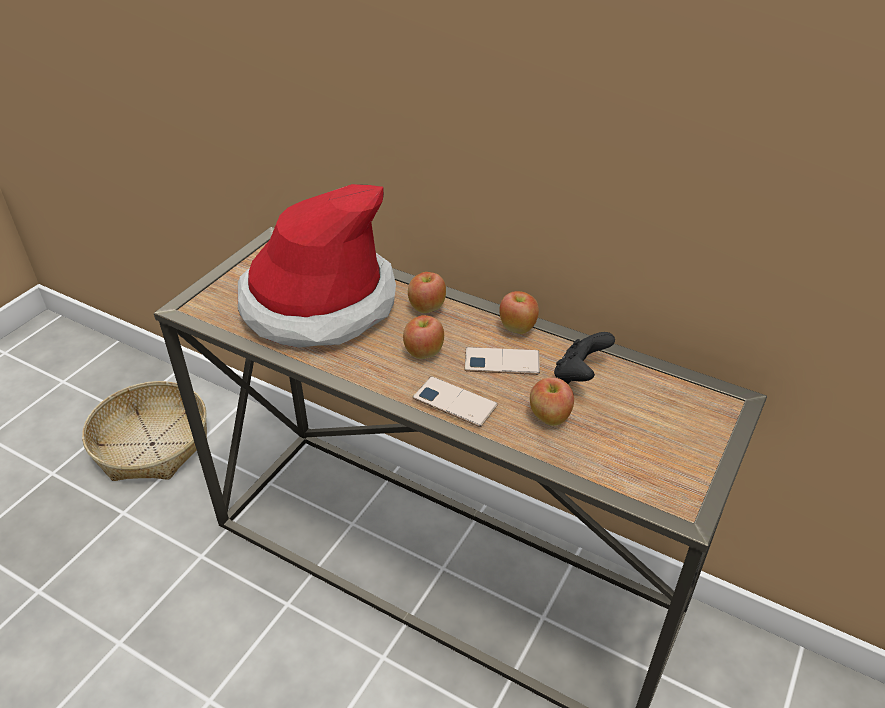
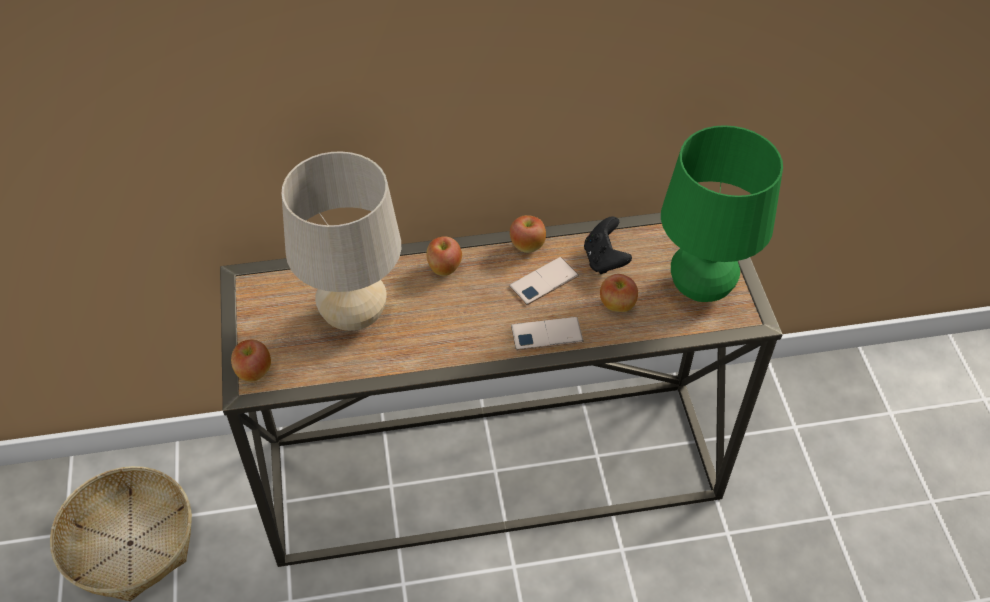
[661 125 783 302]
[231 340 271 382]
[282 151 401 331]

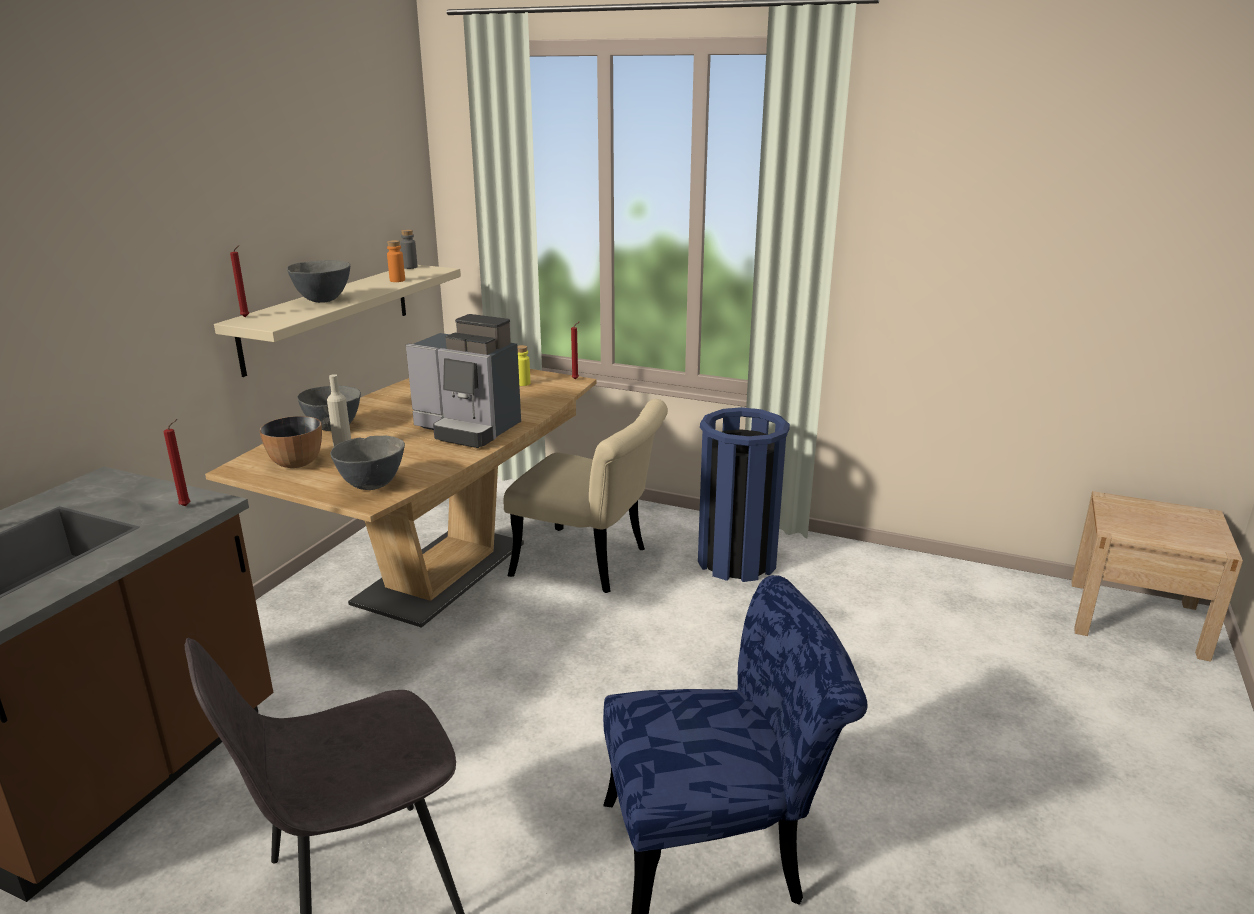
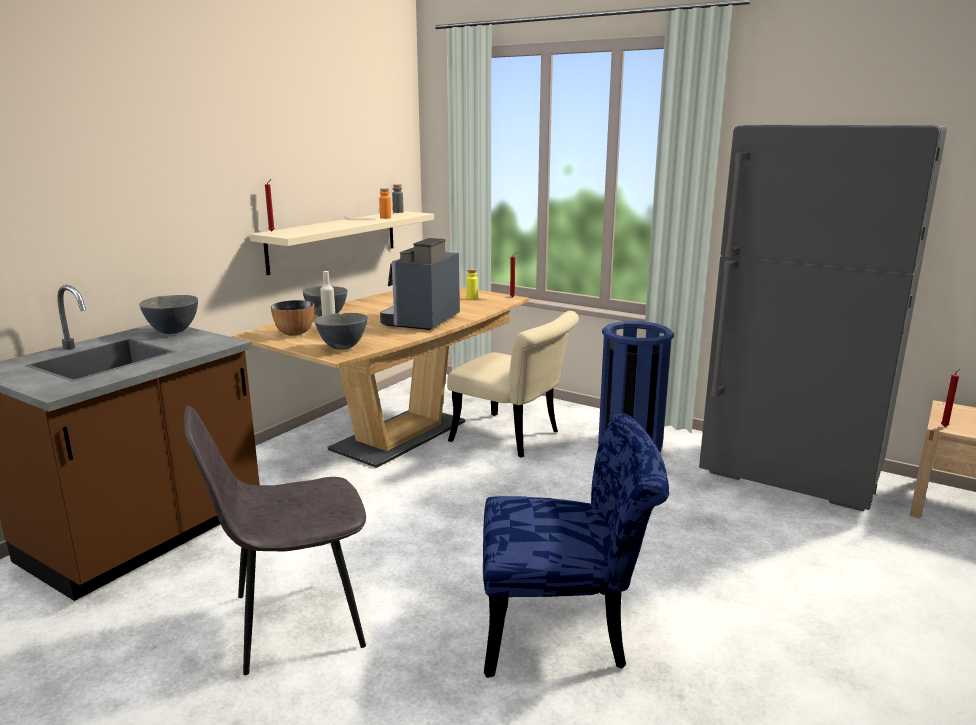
[699 124 947 511]
[941 368 961 427]
[139 295 198 334]
[380 238 460 330]

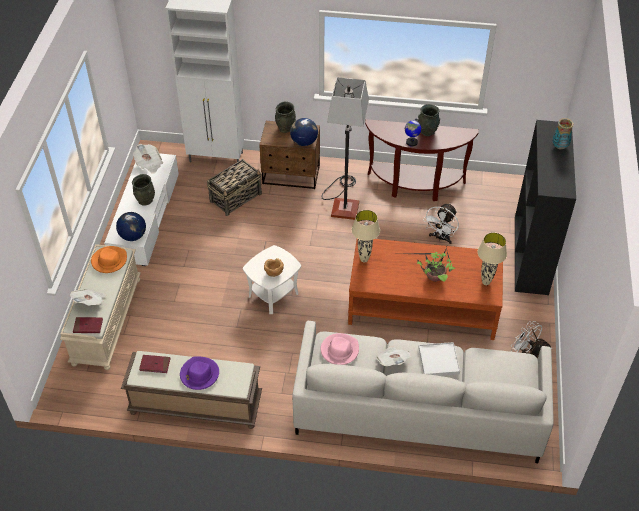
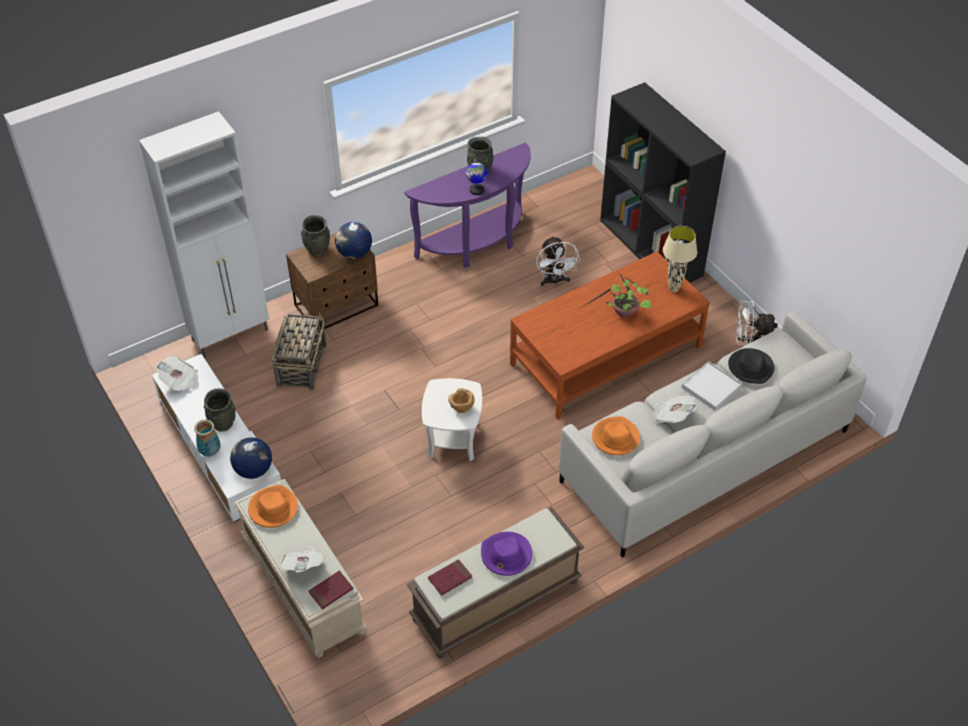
[322 77 369 220] (first image)
[352 210 380 263] (first image)
[728 348 775 384]
[194 419 221 457]
[592 416 640 455]
[404 142 531 268]

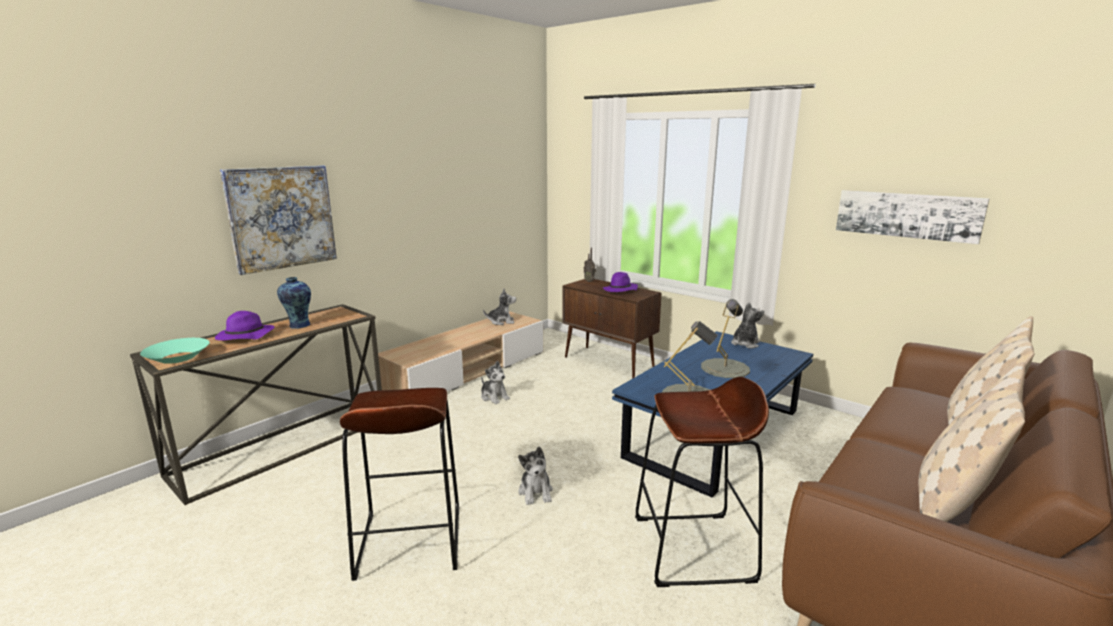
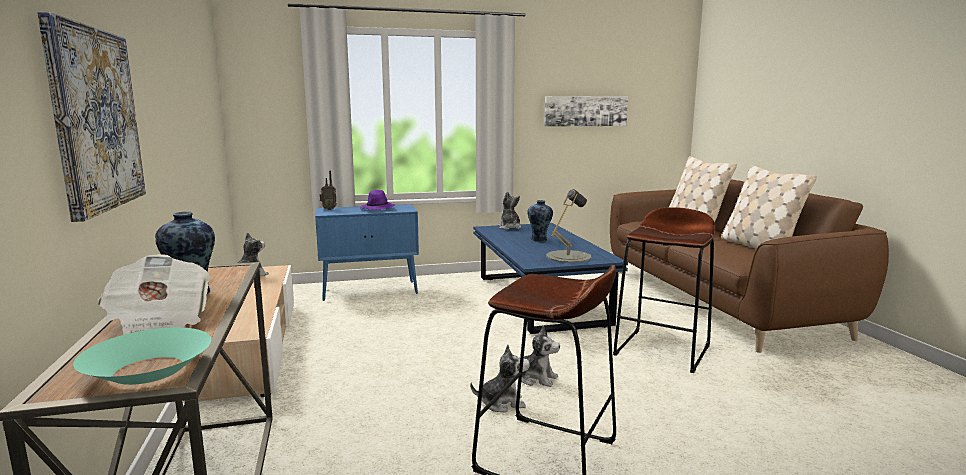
[470 345 530 413]
[98 254 210 335]
[527 200 553 242]
[315 204 419 301]

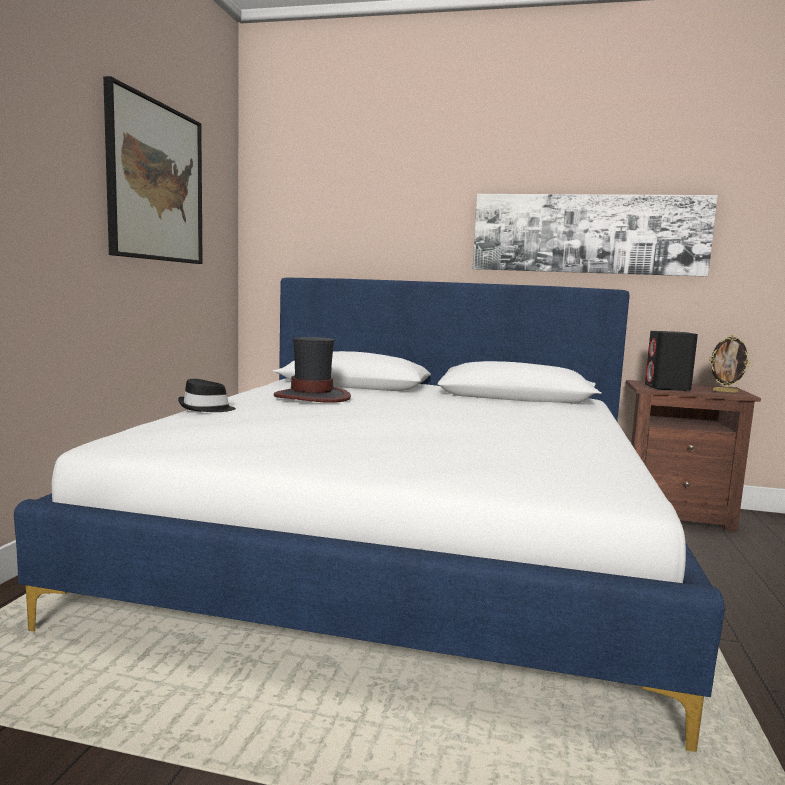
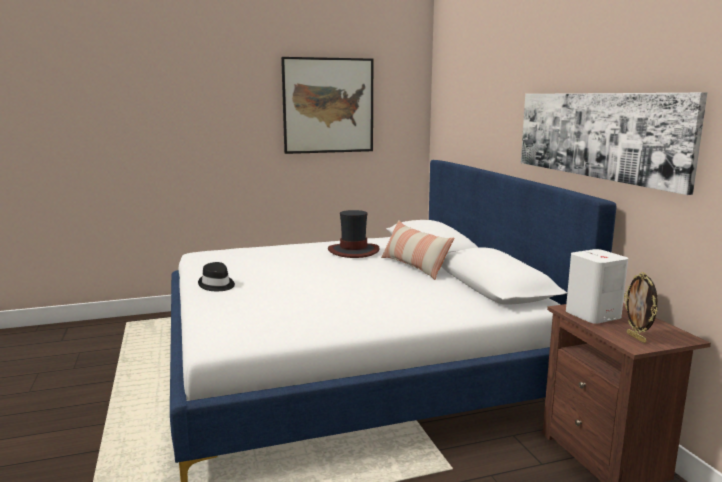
[381 220 454 280]
[198 262 235 291]
[566 249 628 324]

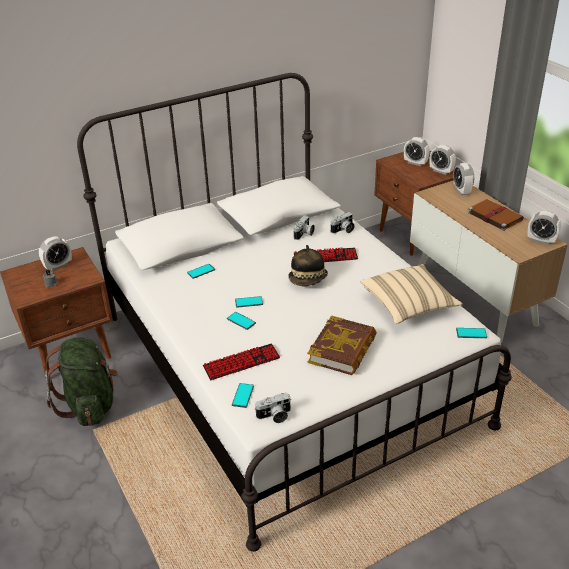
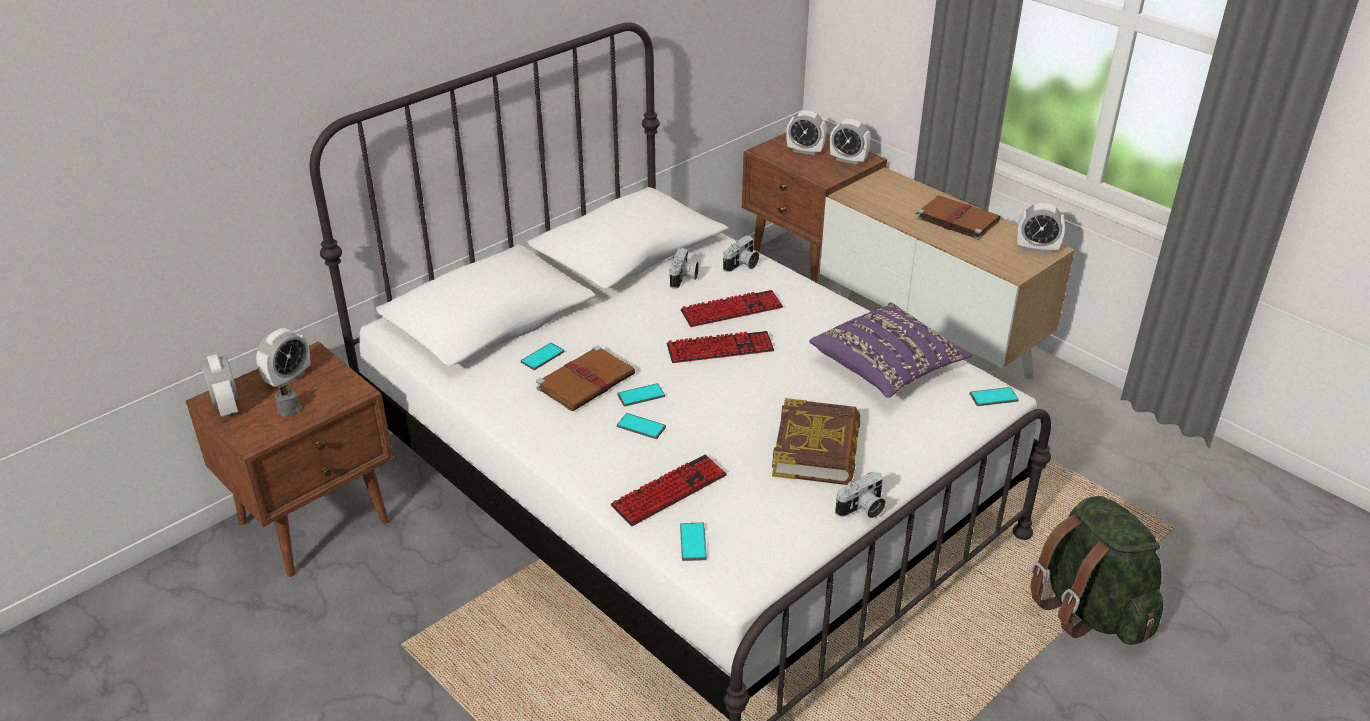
[536 346 635 411]
[1030 496 1163 645]
[835 471 886 518]
[201 354 238 417]
[666 331 774 363]
[809 303 972 398]

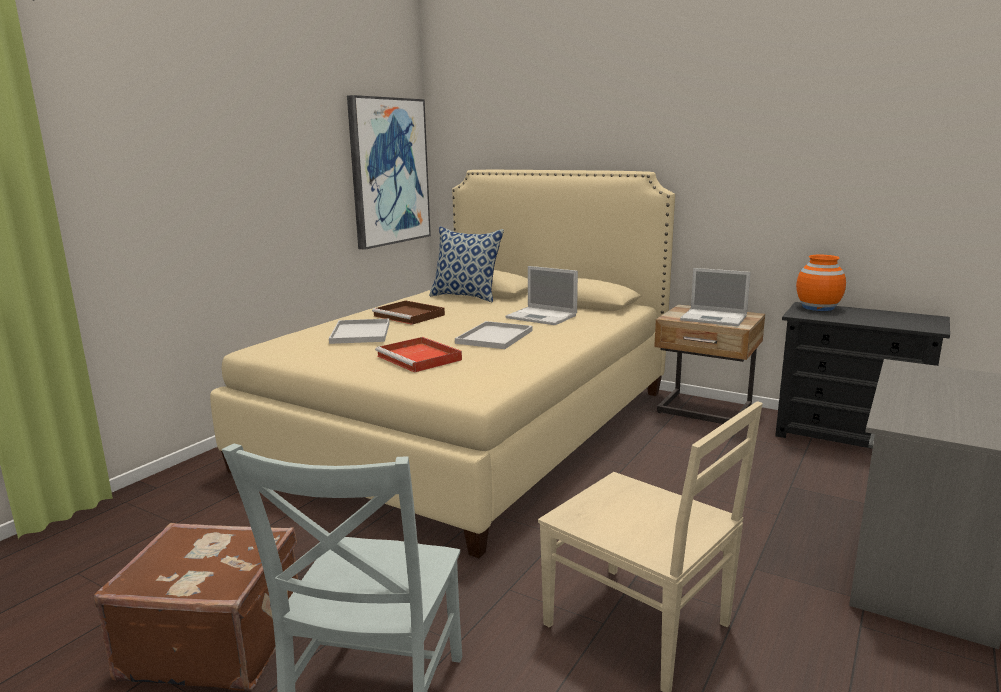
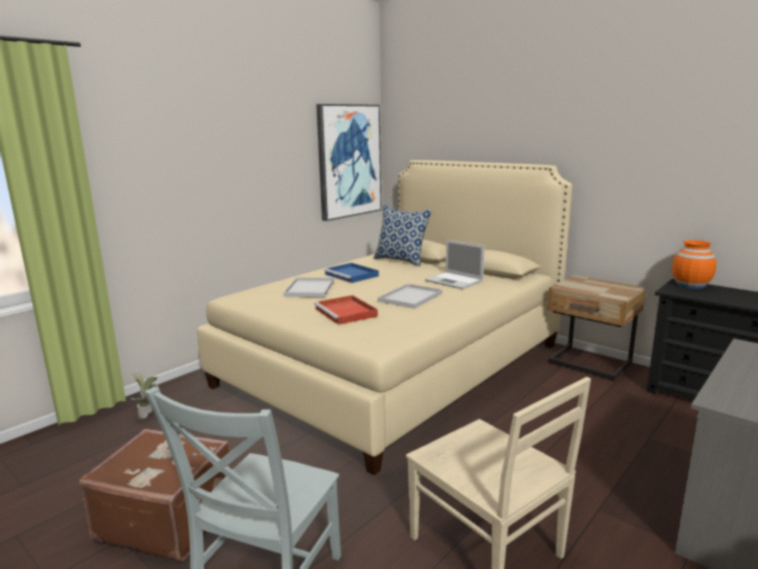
[680 268 751 326] (first image)
[129 373 159 419]
[324 263 379 283]

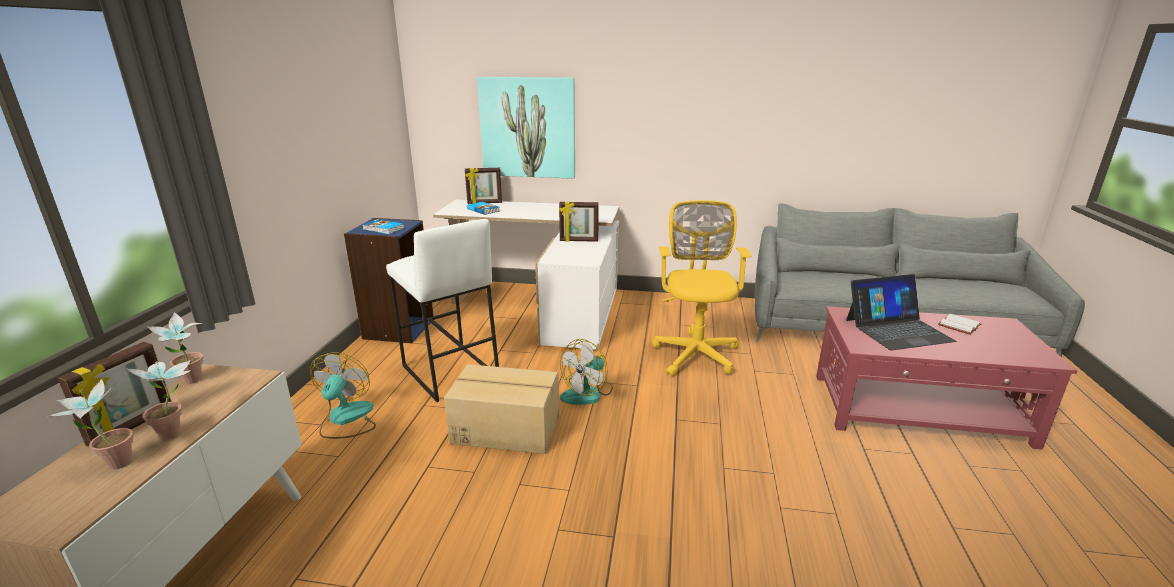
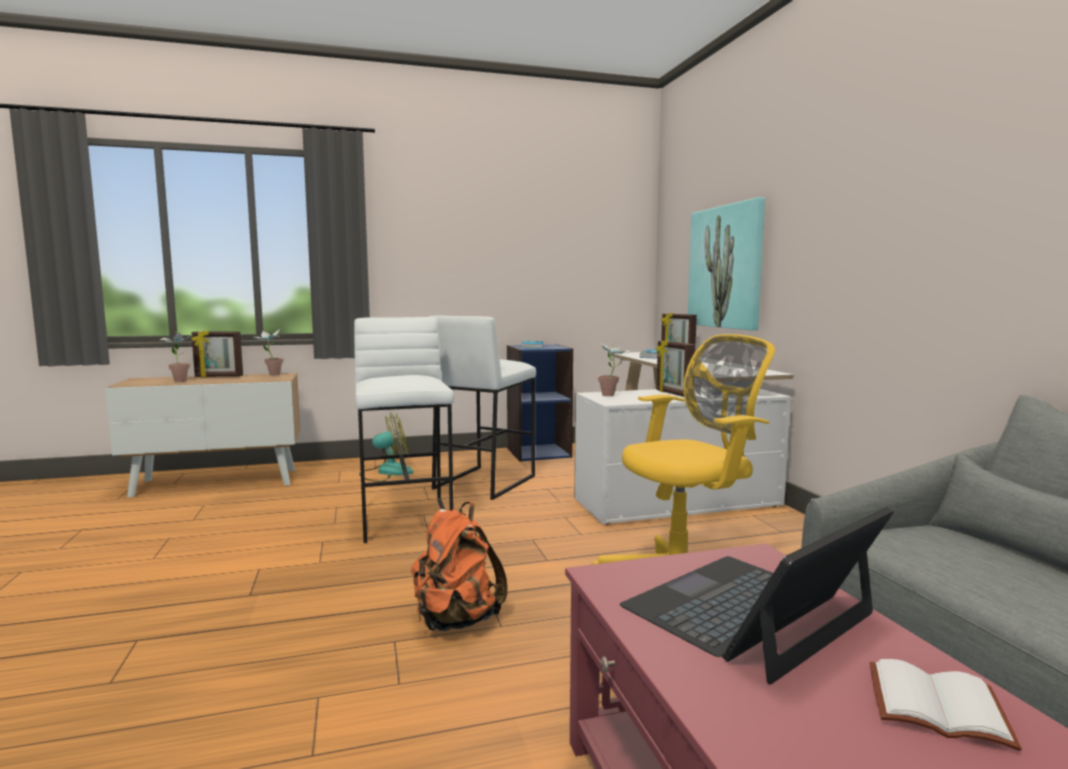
[560 339 613 405] (first image)
[411 502 507 631]
[598 341 632 396]
[354 317 454 543]
[620 507 894 685]

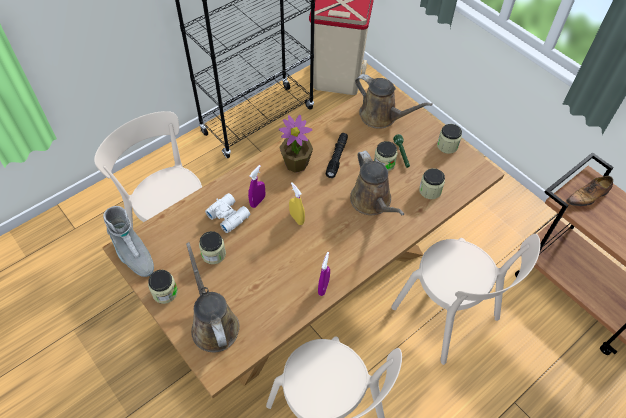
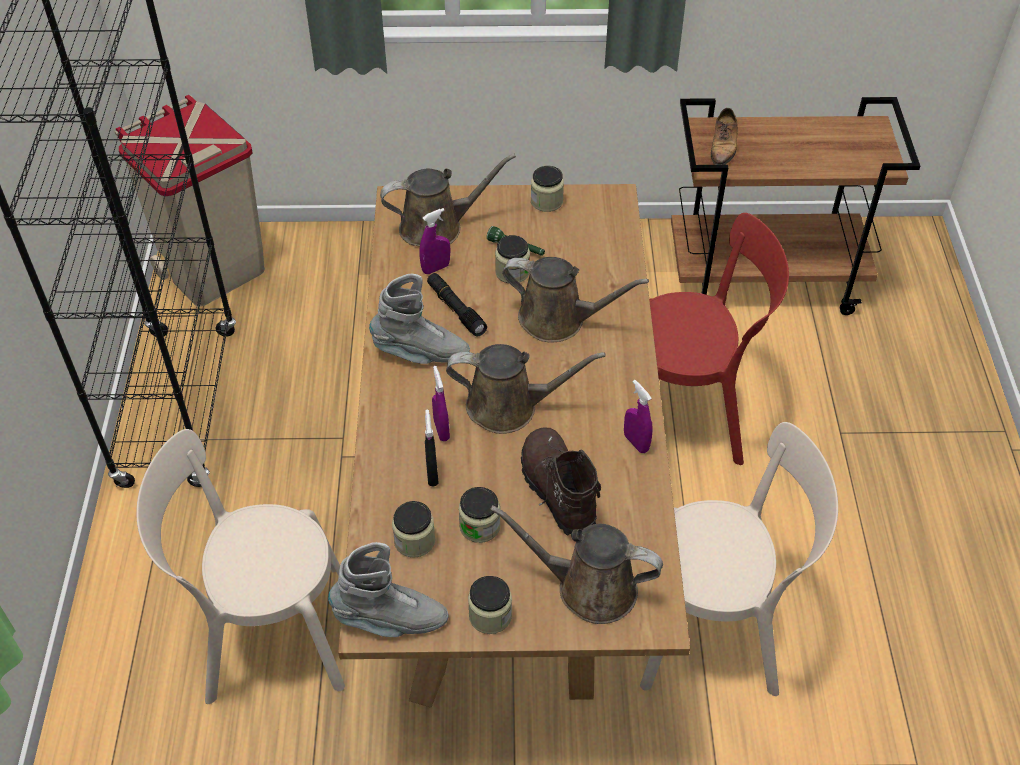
[419 208 451 274]
[521 427 601 537]
[392 501 435 558]
[425 410 439 486]
[369 274 470 364]
[446 344 605 434]
[649 213 789 465]

